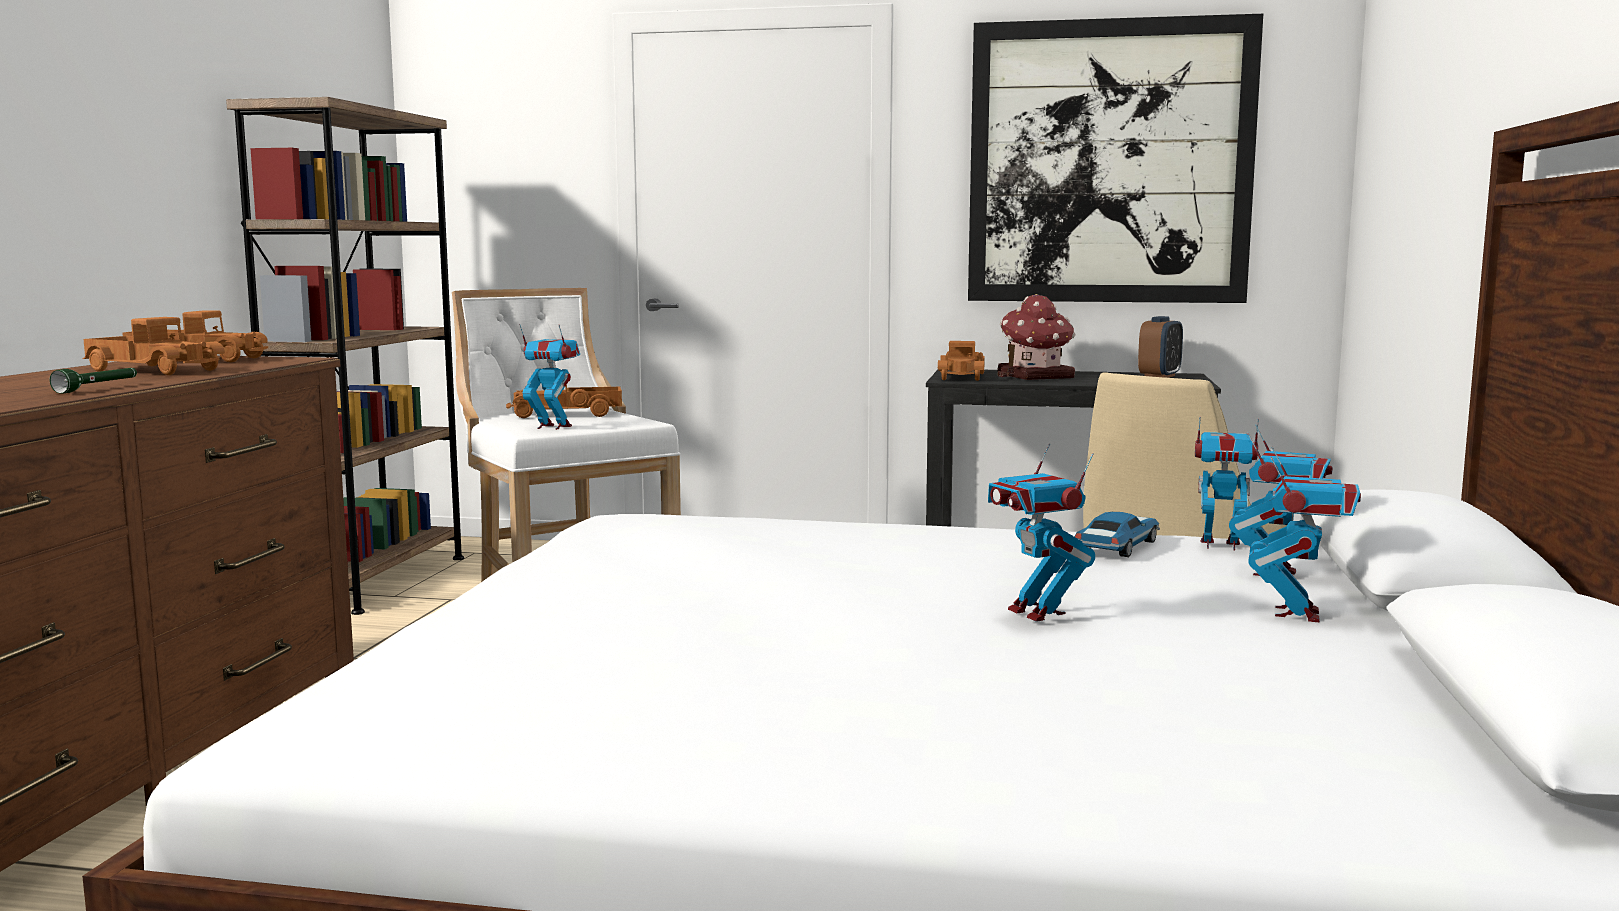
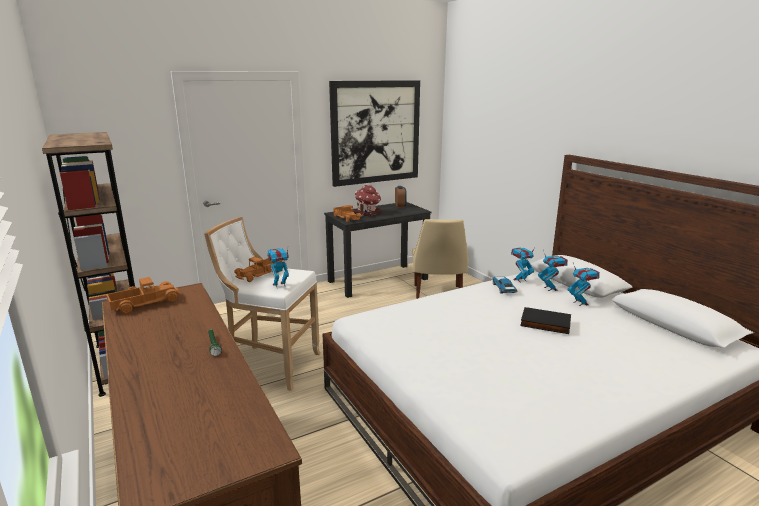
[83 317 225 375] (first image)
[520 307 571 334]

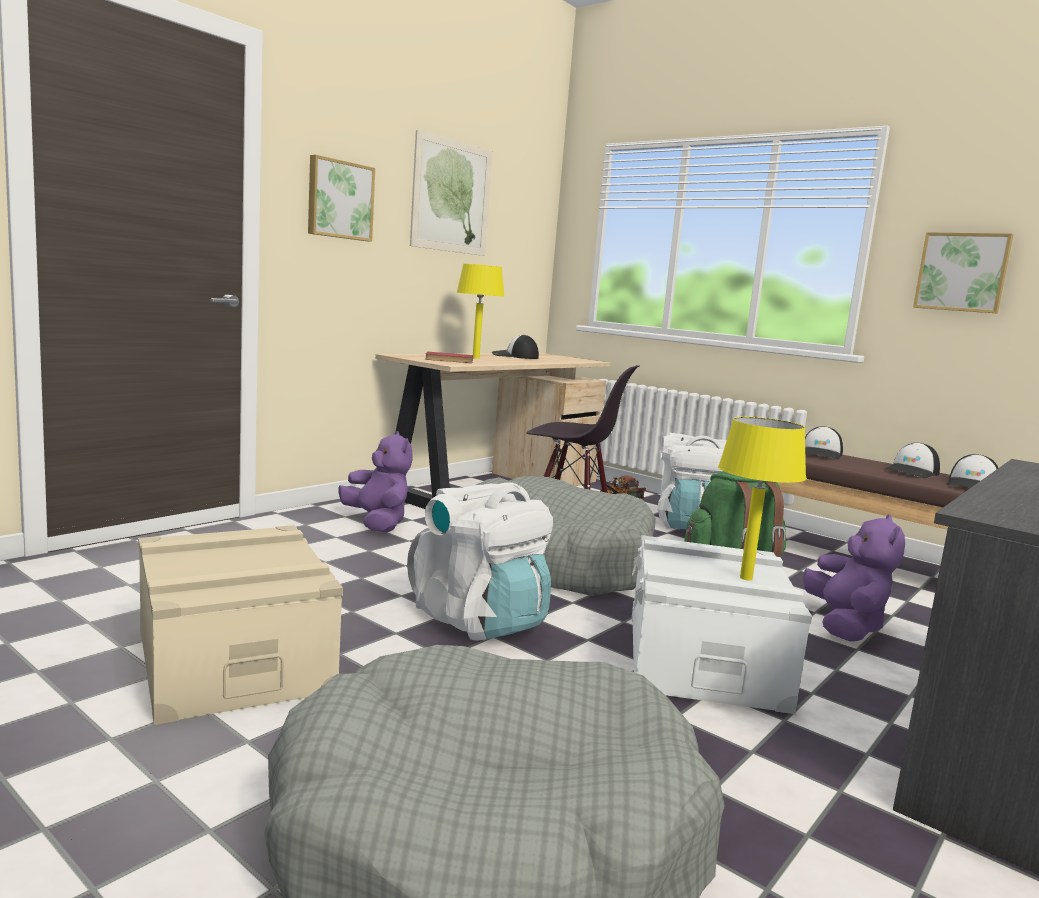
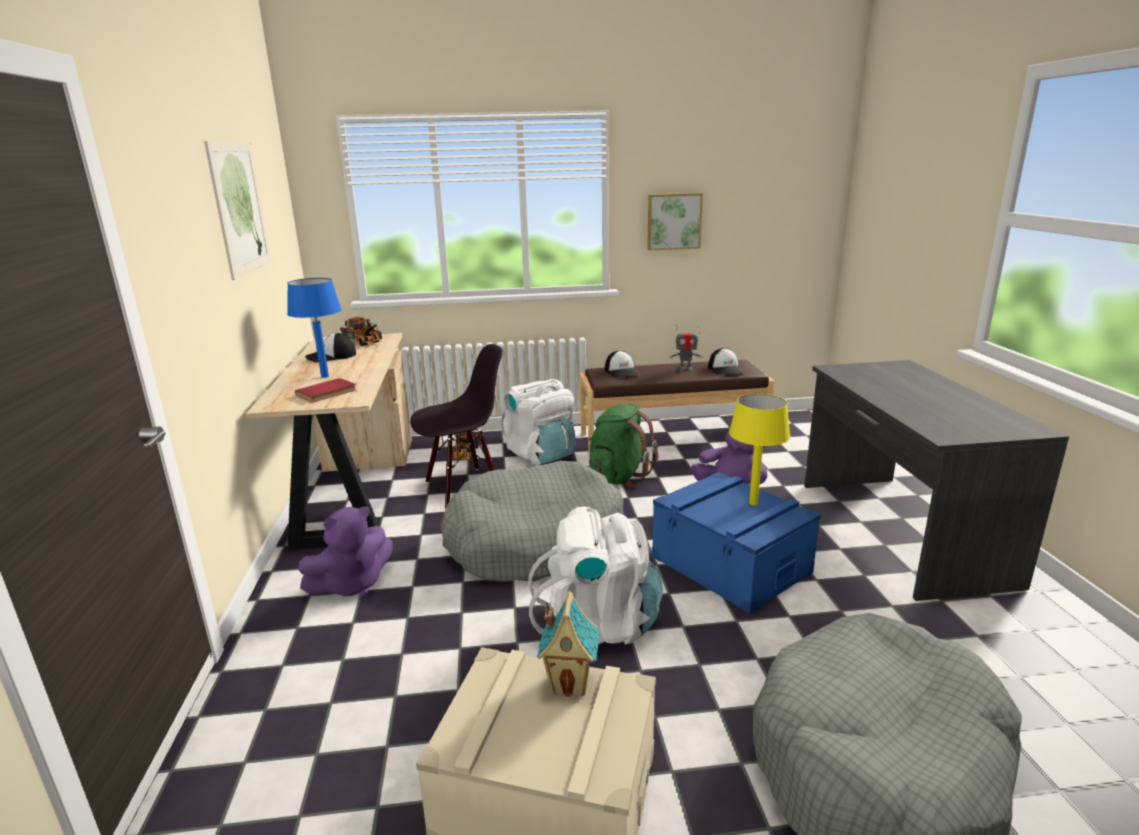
[308 155 375 242] (first image)
[340 317 382 346]
[537 591 599 697]
[669 325 703 371]
[287 278 342 378]
[652 472 821 614]
[299 507 393 598]

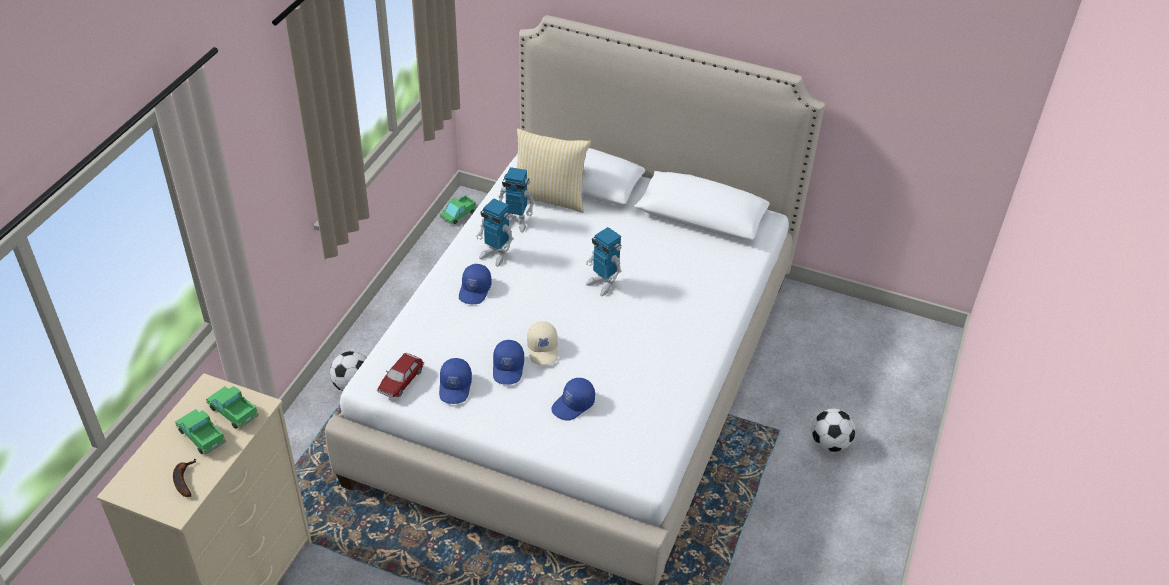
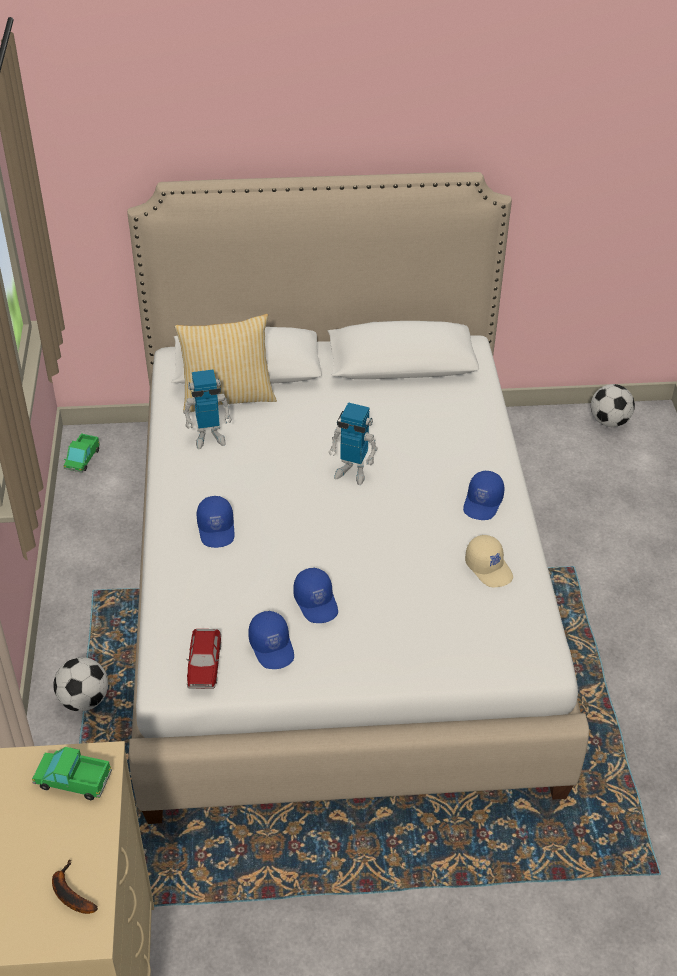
[175 409 226 455] (first image)
[476 198 514 267] (first image)
[465 535 513 587]
[463 470 504 520]
[591 384 635 427]

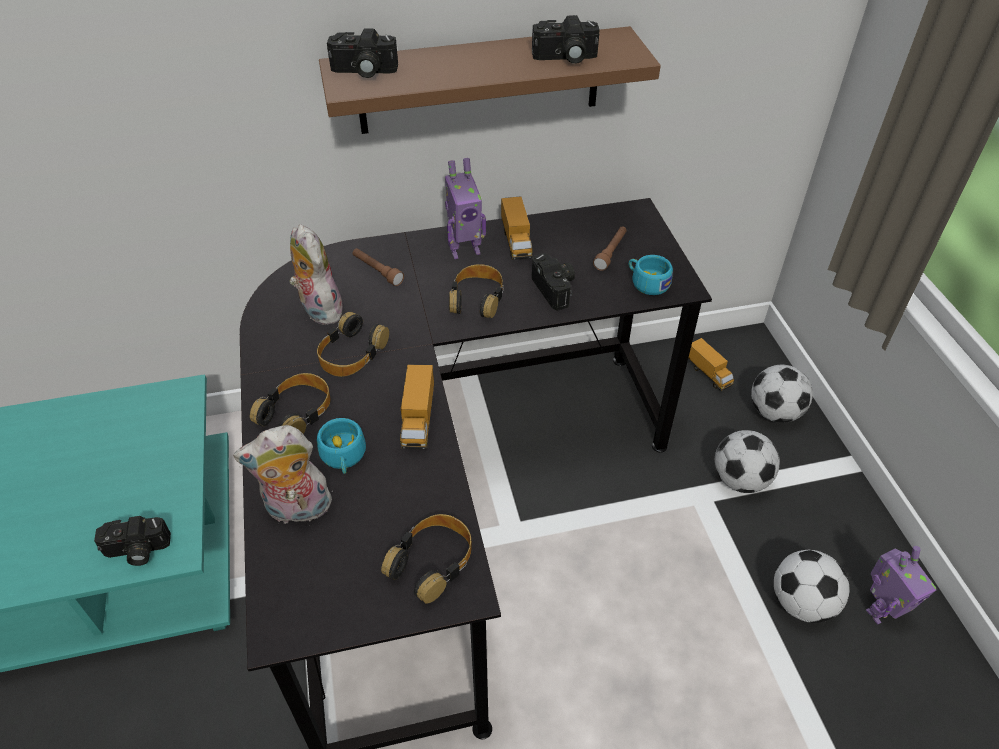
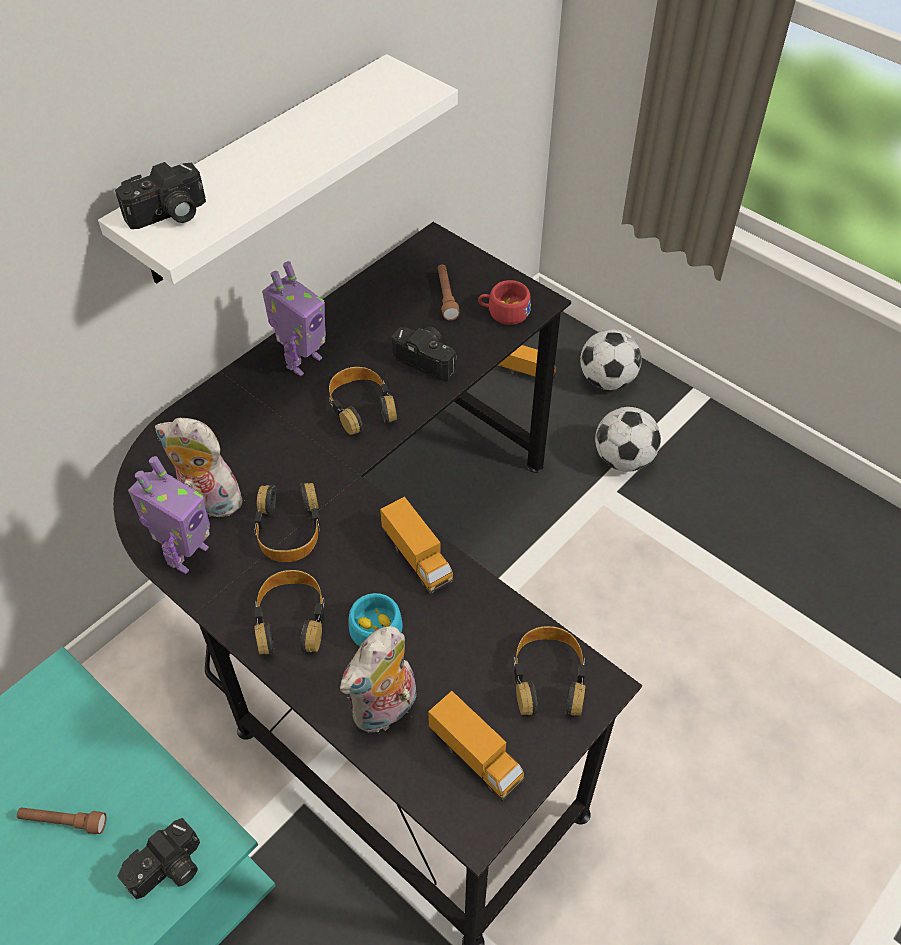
[532 15 600 64] (first image)
[774 550 849 623] (first image)
[17 807 107 834]
[428 691 525 801]
[128 456 210 574]
[98 54 458 285]
[478 280 531 325]

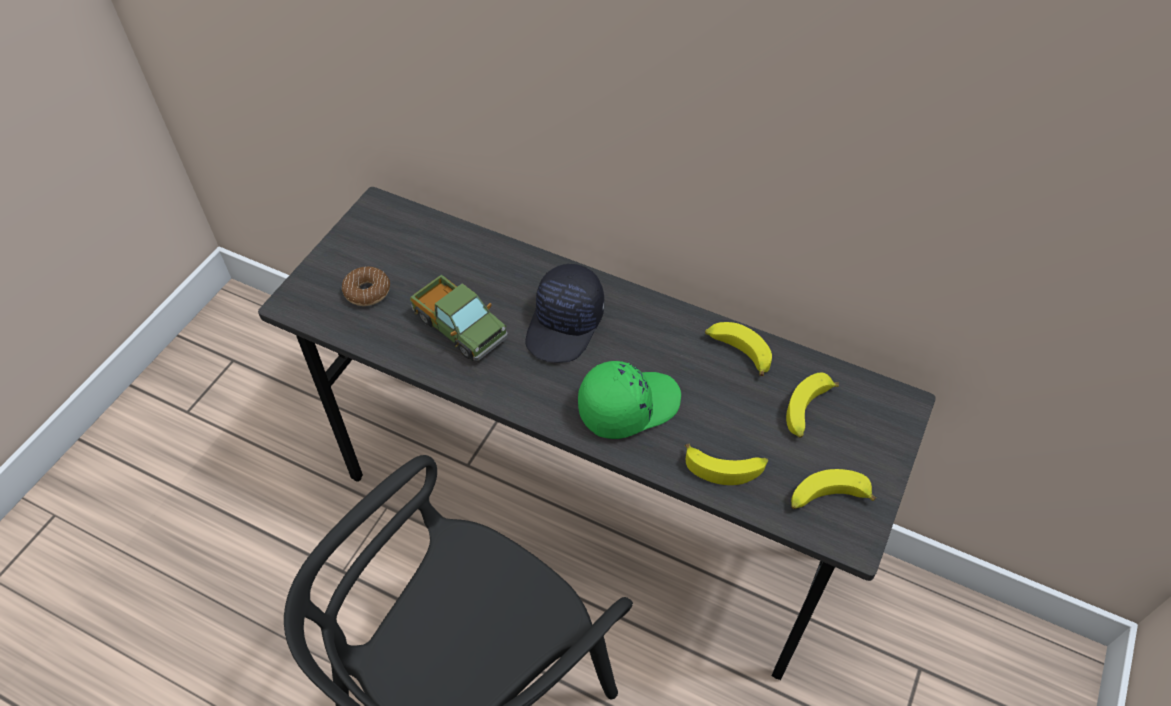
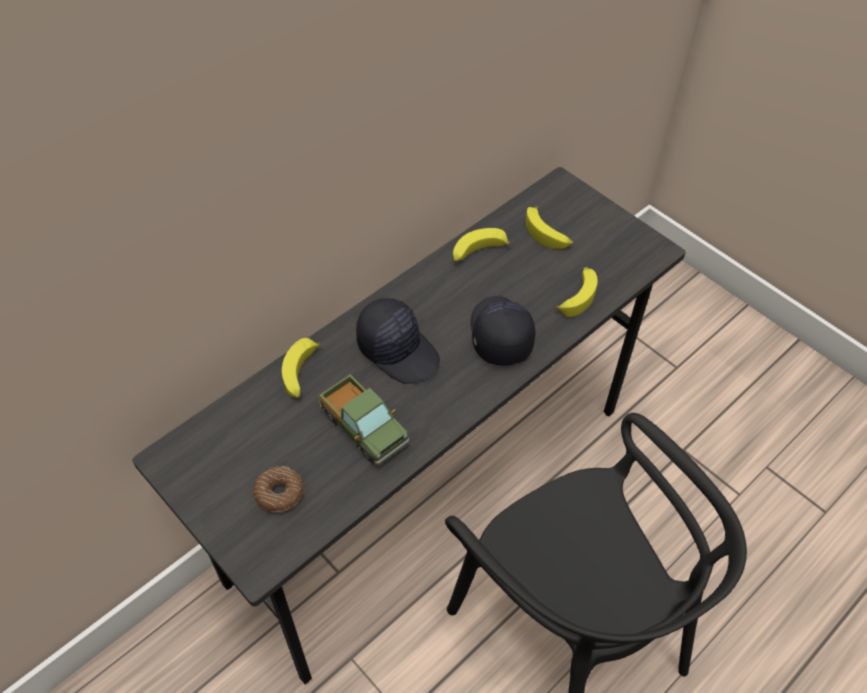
[282 338 321 398]
[471 296 536 365]
[318 374 409 466]

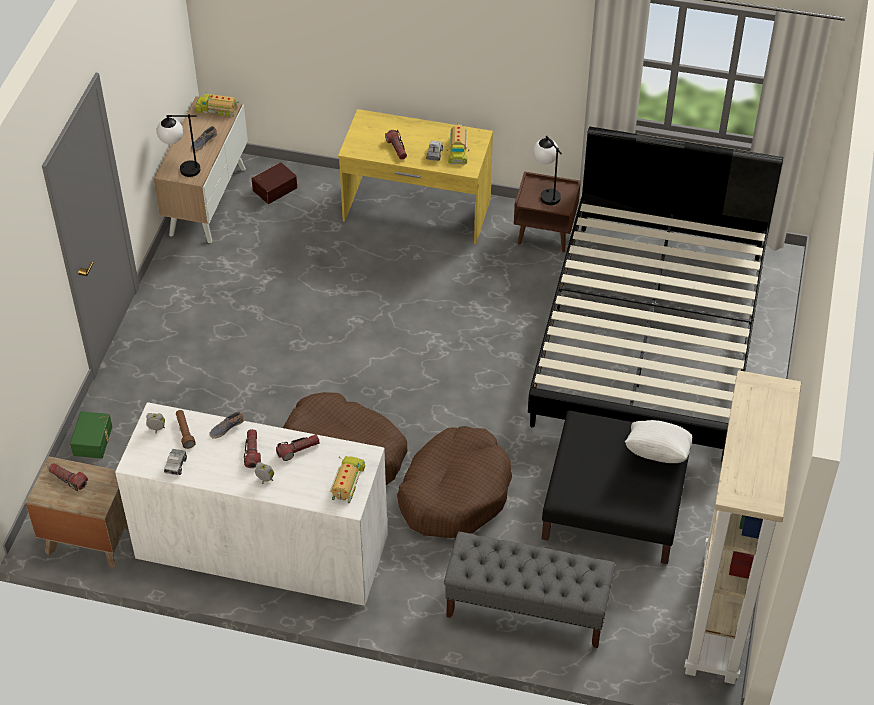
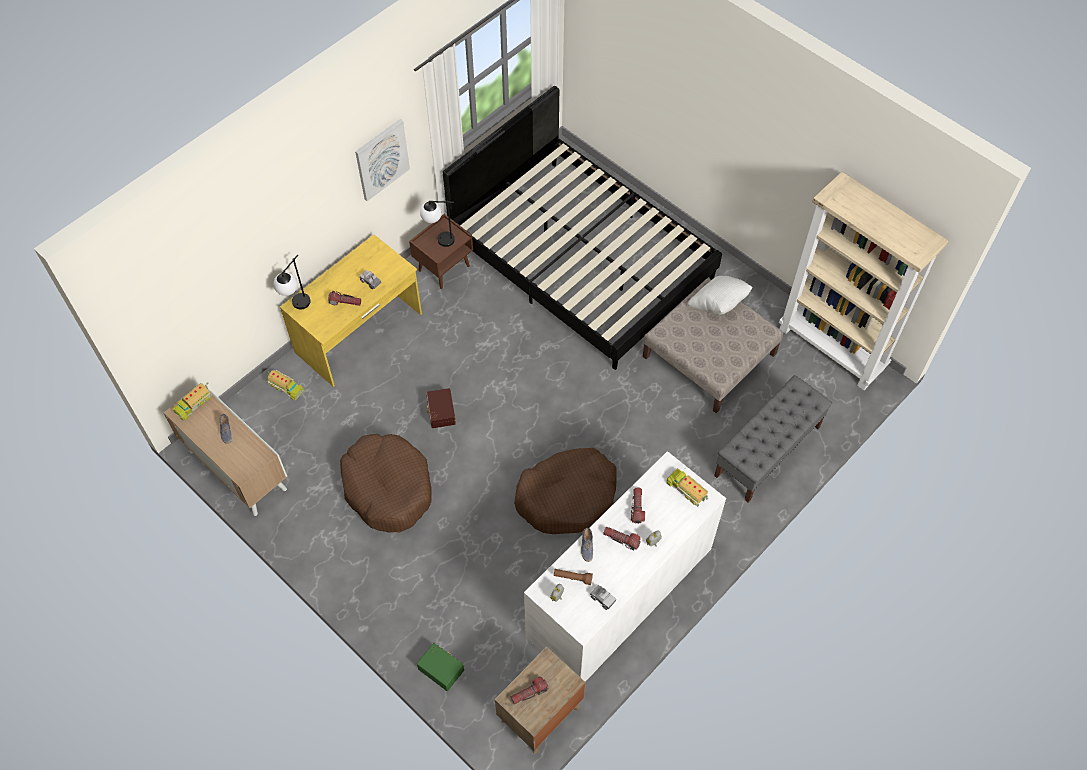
[355 119 410 201]
[273 255 311 309]
[426 388 456 428]
[340 434 432 533]
[266 370 304 400]
[643 278 783 413]

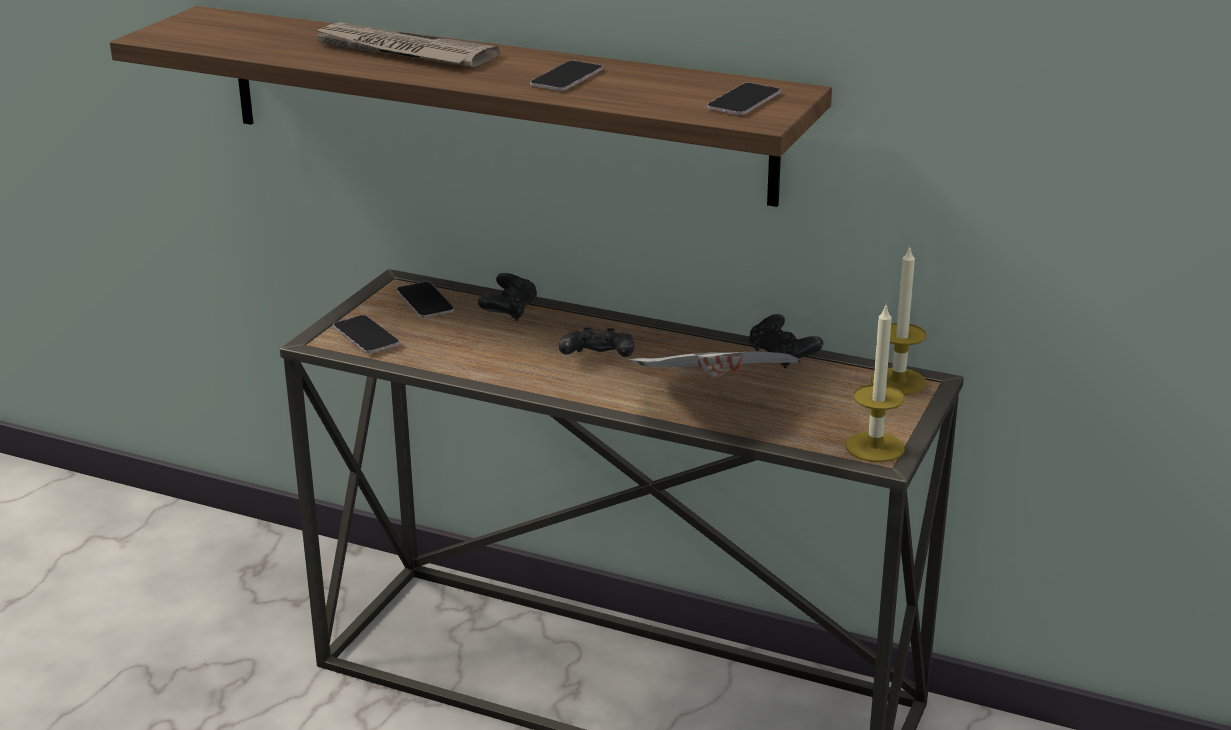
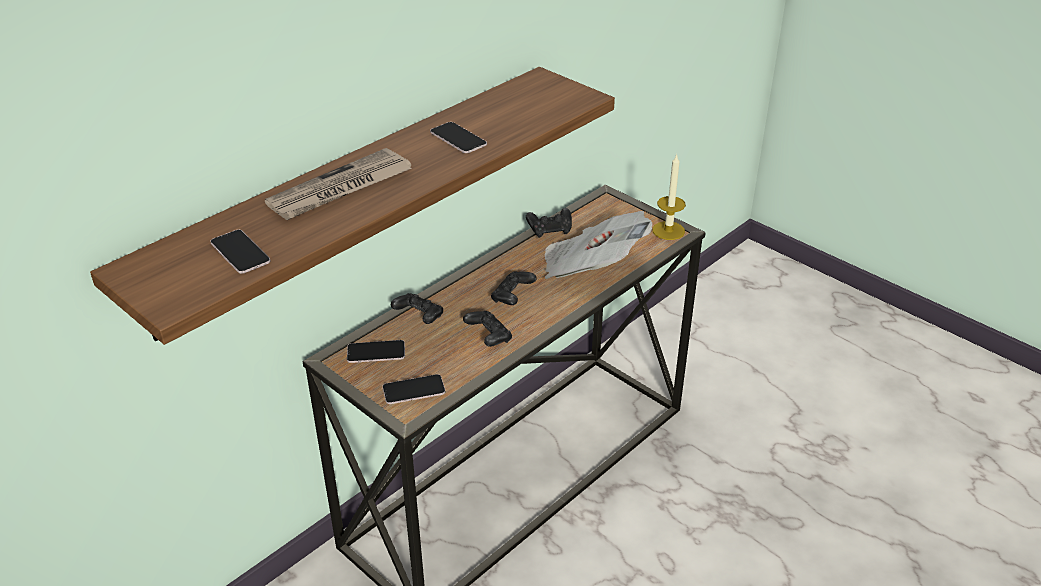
[871 246 926 395] (first image)
[463 311 512 347]
[210 230 270 274]

